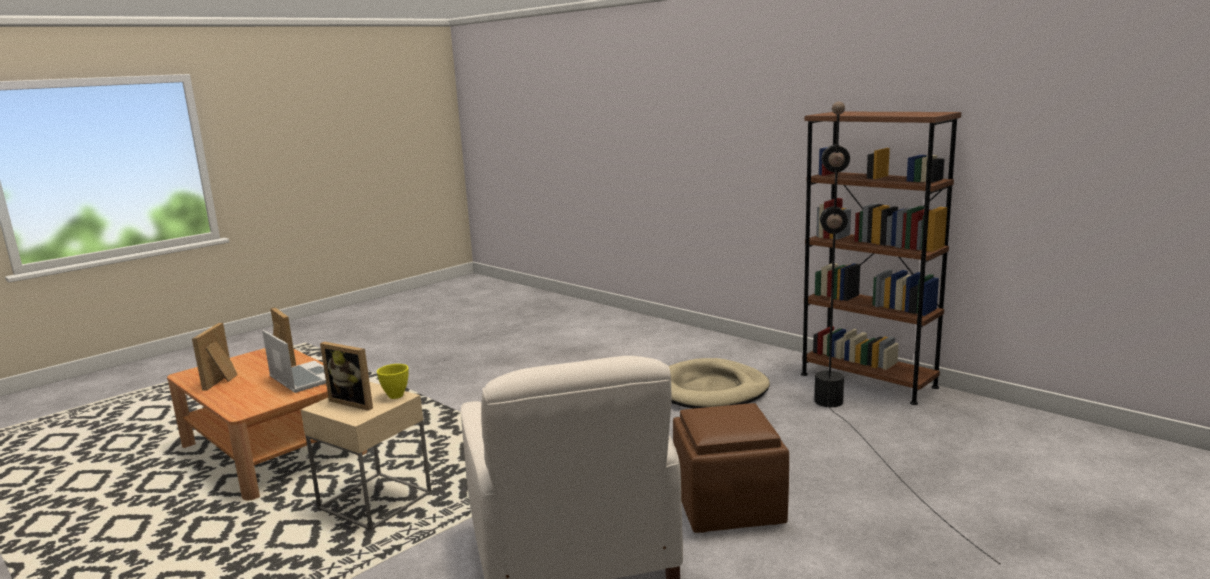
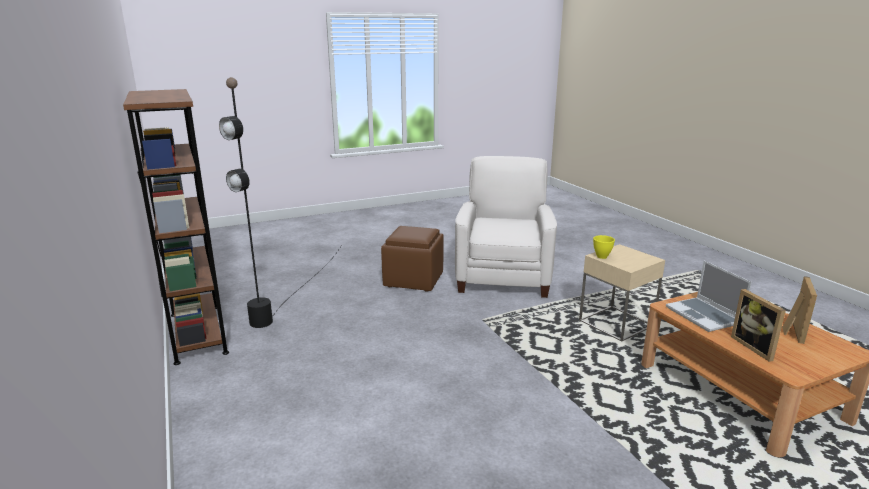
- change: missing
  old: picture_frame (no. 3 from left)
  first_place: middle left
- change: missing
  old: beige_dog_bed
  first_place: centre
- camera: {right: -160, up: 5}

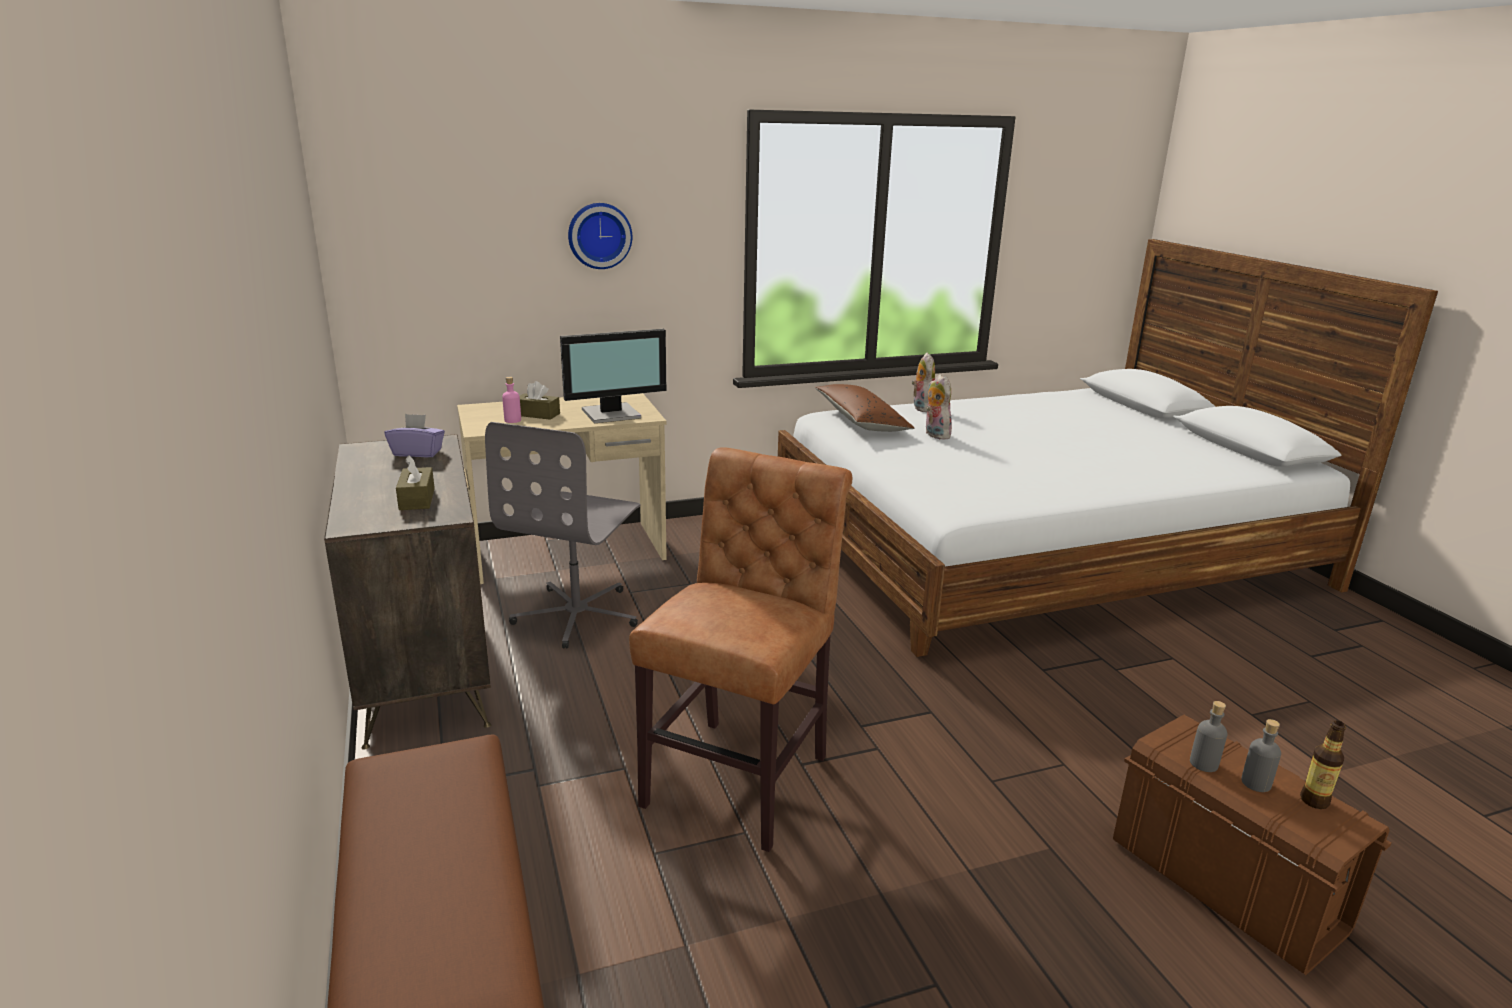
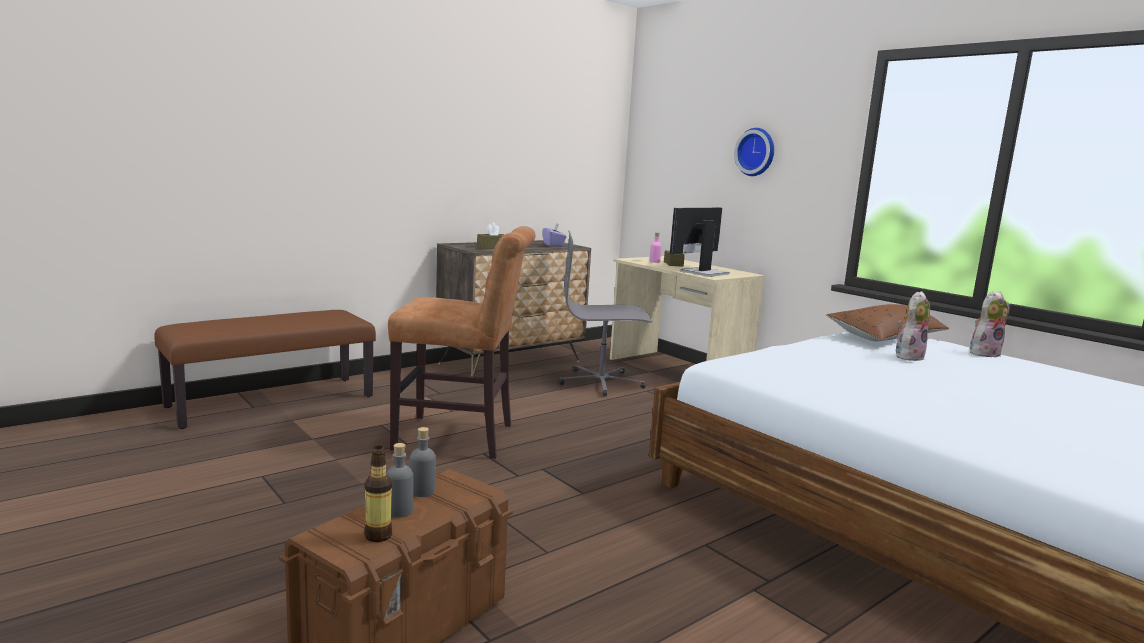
- change: spun
  old: monitor
  first_place: centre
  second_place: centre
  degrees: 90
- camera: {right: 70, up: -10}

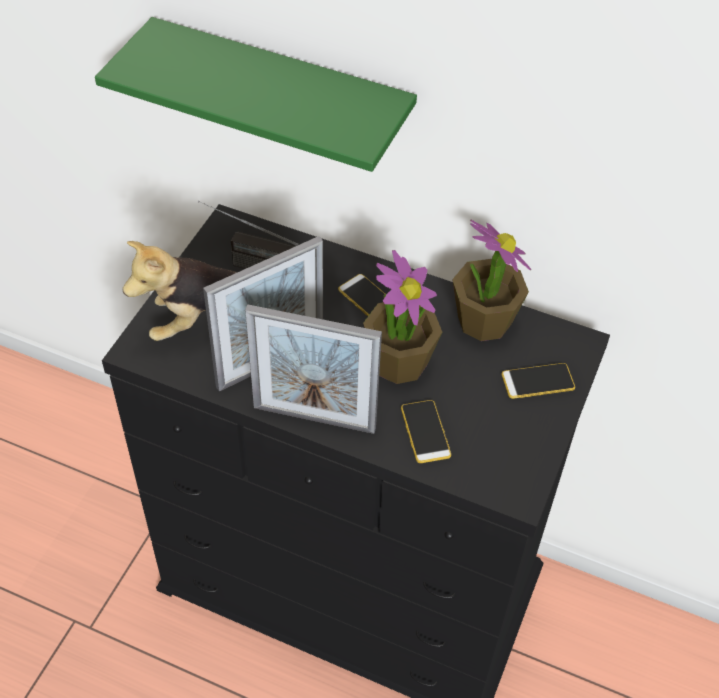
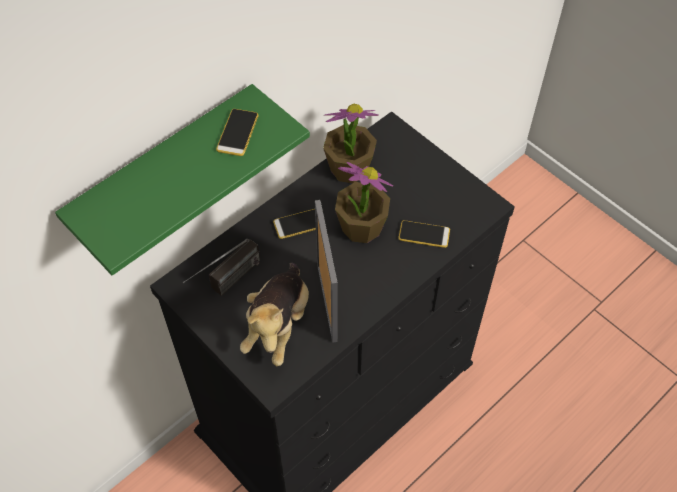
- change: missing
  old: picture_frame (no. 2 from left)
  first_place: centre
- change: relocated
  old: phone (no. 3 from left in the first image)
  new: phone (no. 1 from left)
  first_place: middle right
  second_place: top centre
- camera: {right: -65, up: 5}

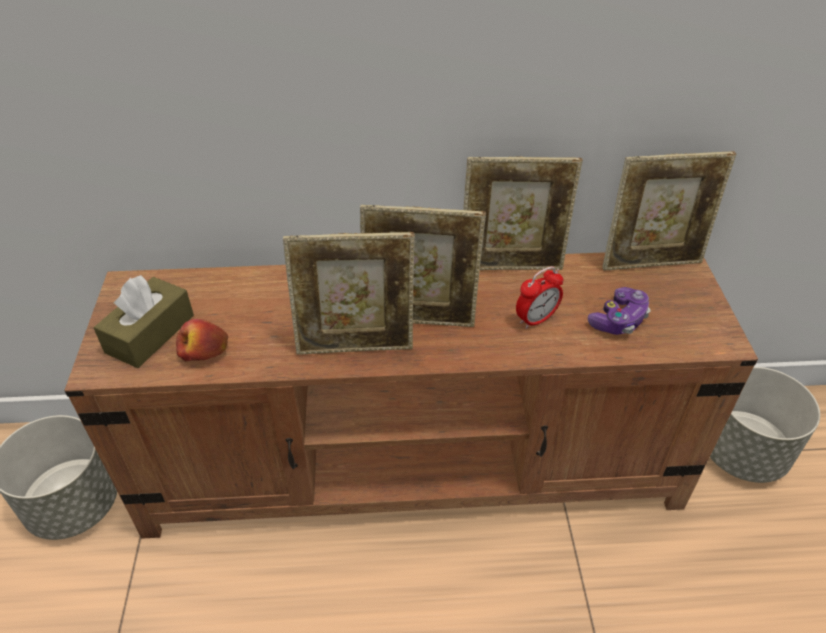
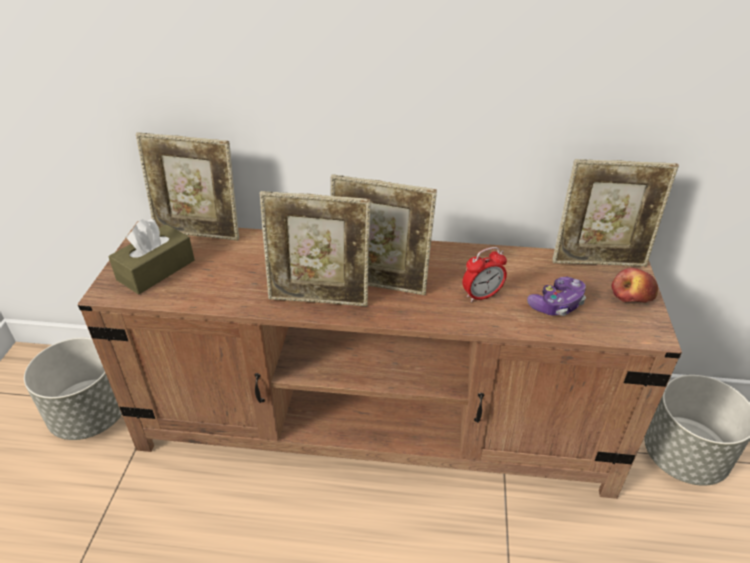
- change: relocated
  old: apple
  first_place: middle left
  second_place: middle right
- change: relocated
  old: picture_frame (no. 3 from left in the first image)
  new: picture_frame (no. 1 from left)
  first_place: centre
  second_place: top left
- camera: {right: 10, up: -5}

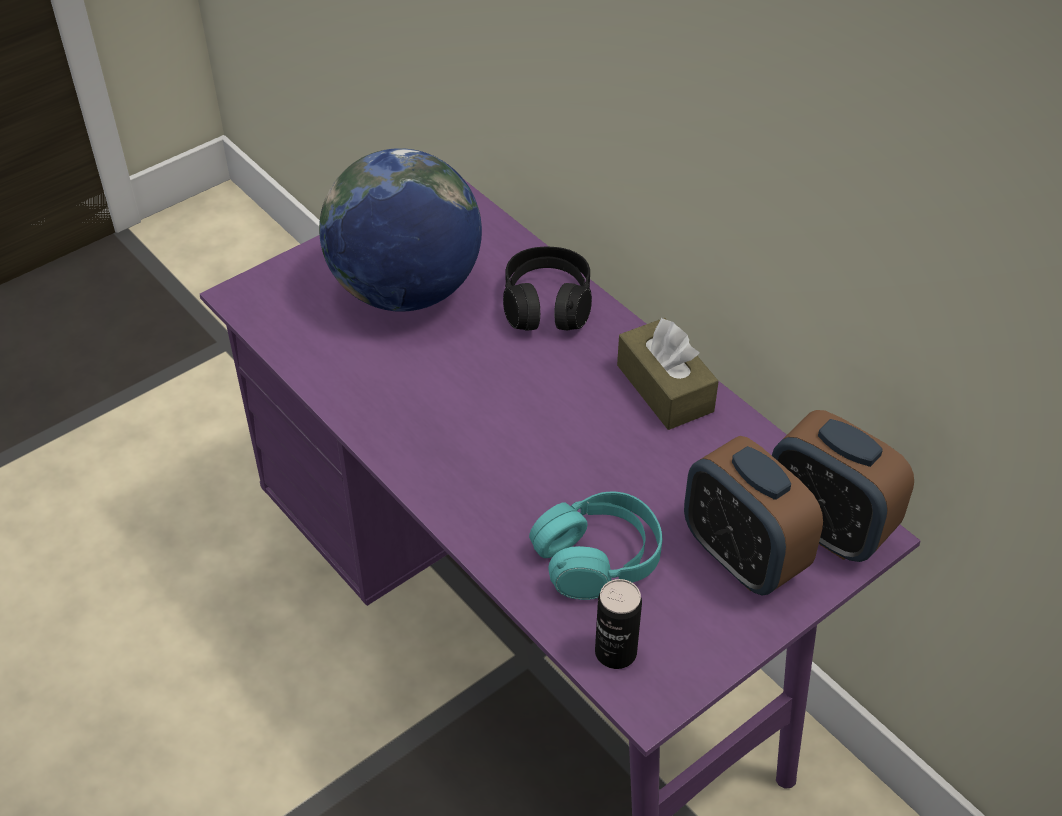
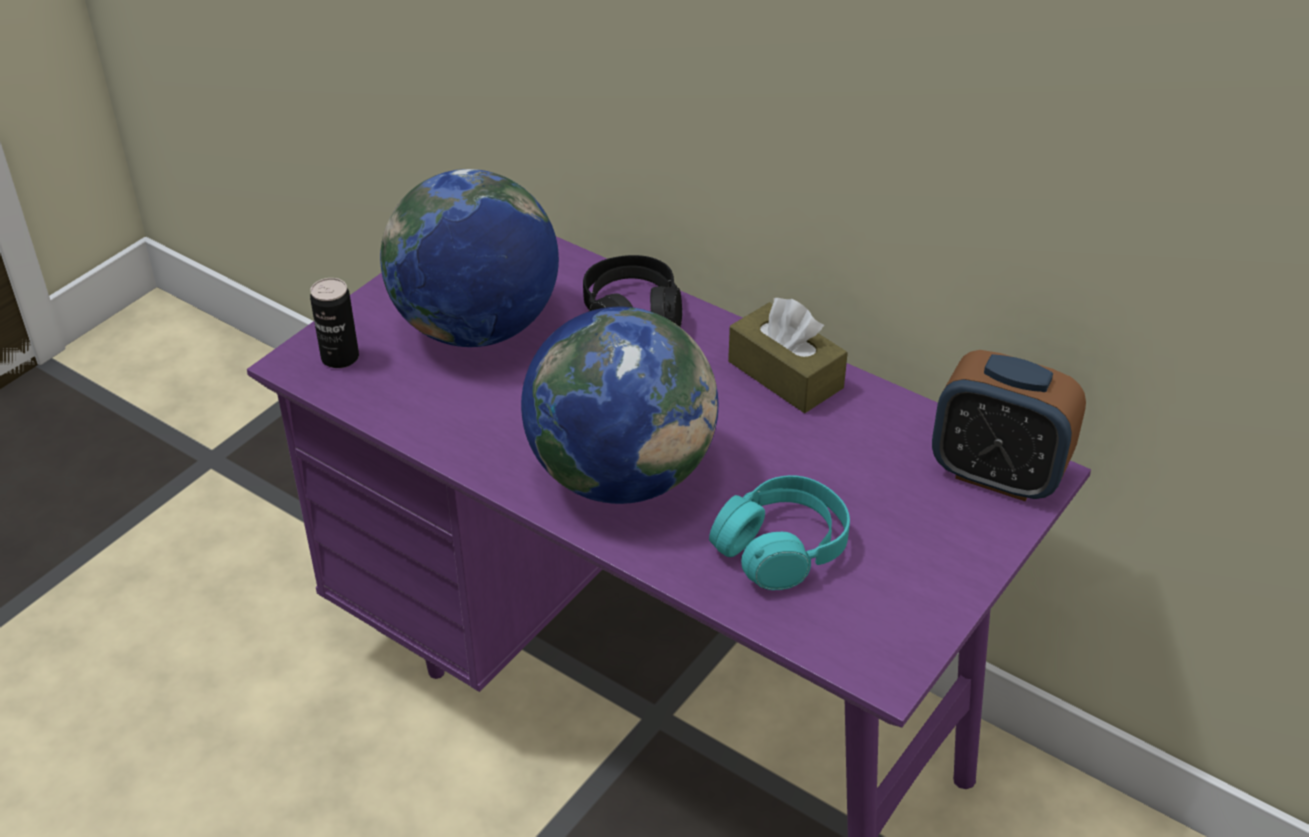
- change: relocated
  old: can
  first_place: bottom centre
  second_place: middle left
- change: missing
  old: alarm_clock (no. 1 from left)
  first_place: middle right
- change: appeared
  new: globe (no. 2 from left)
  second_place: centre
- camera: {right: -15, up: -5}

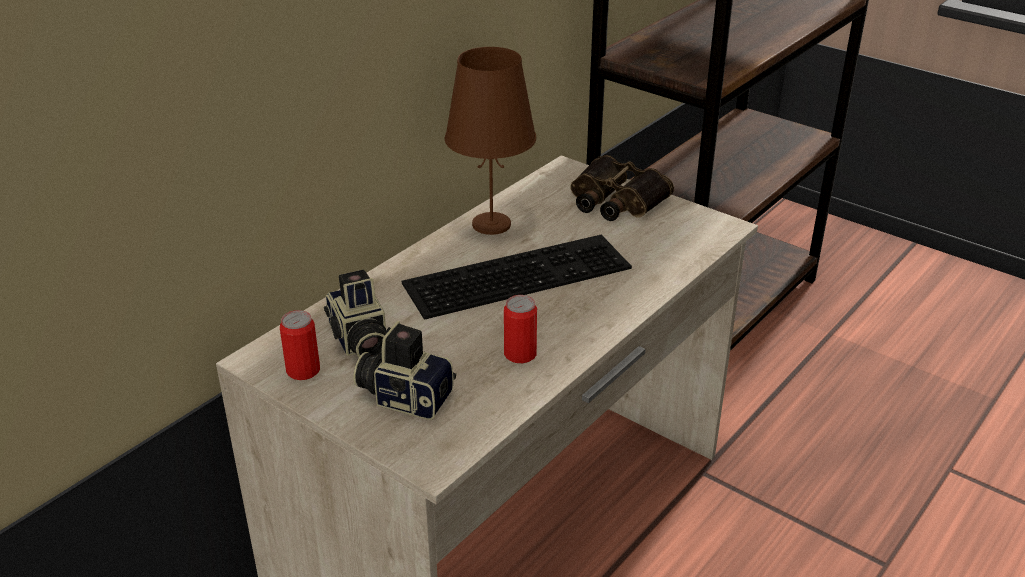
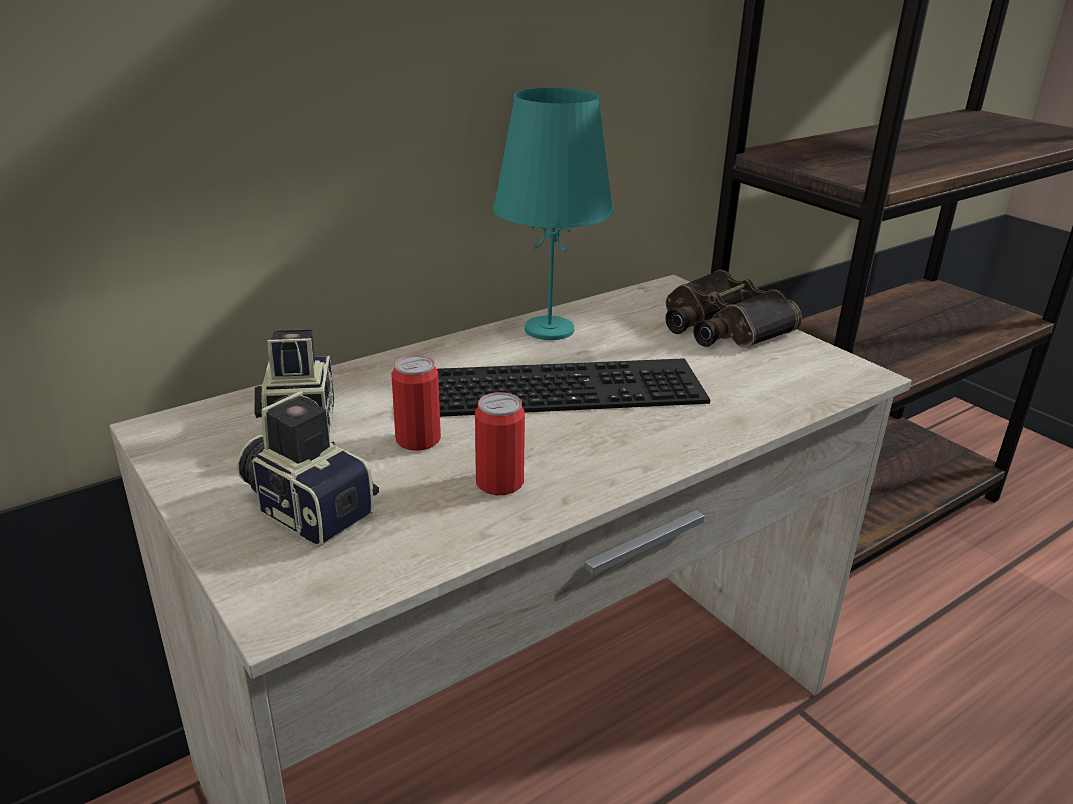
- change: relocated
  old: can (no. 1 from left)
  first_place: middle left
  second_place: centre
- change: colour
  old: brown_table_lamp
  new: turquoise_table_lamp
  first_place: top centre
  second_place: top centre
- camera: {right: 15, up: -5}

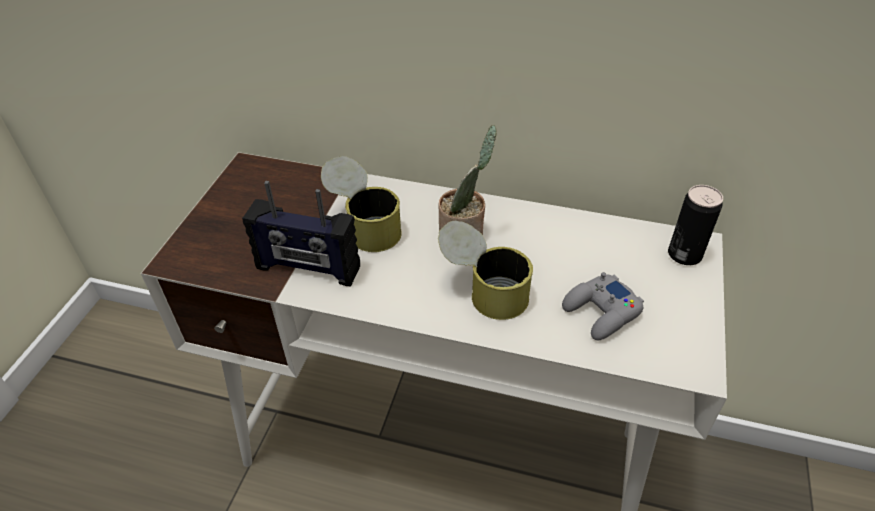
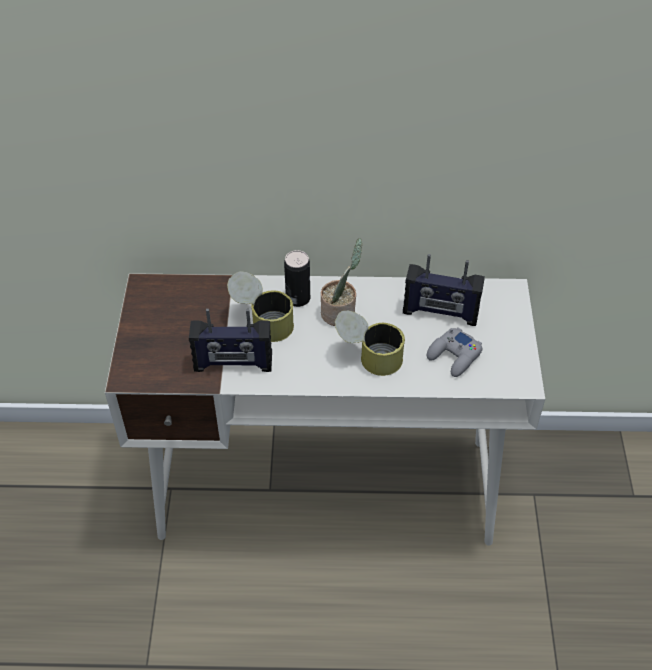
- change: relocated
  old: can (no. 3 from left in the first image)
  new: can (no. 2 from left)
  first_place: middle right
  second_place: centre
- change: appeared
  new: radio (no. 2 from left)
  second_place: middle right
- camera: {right: -15, up: 5}

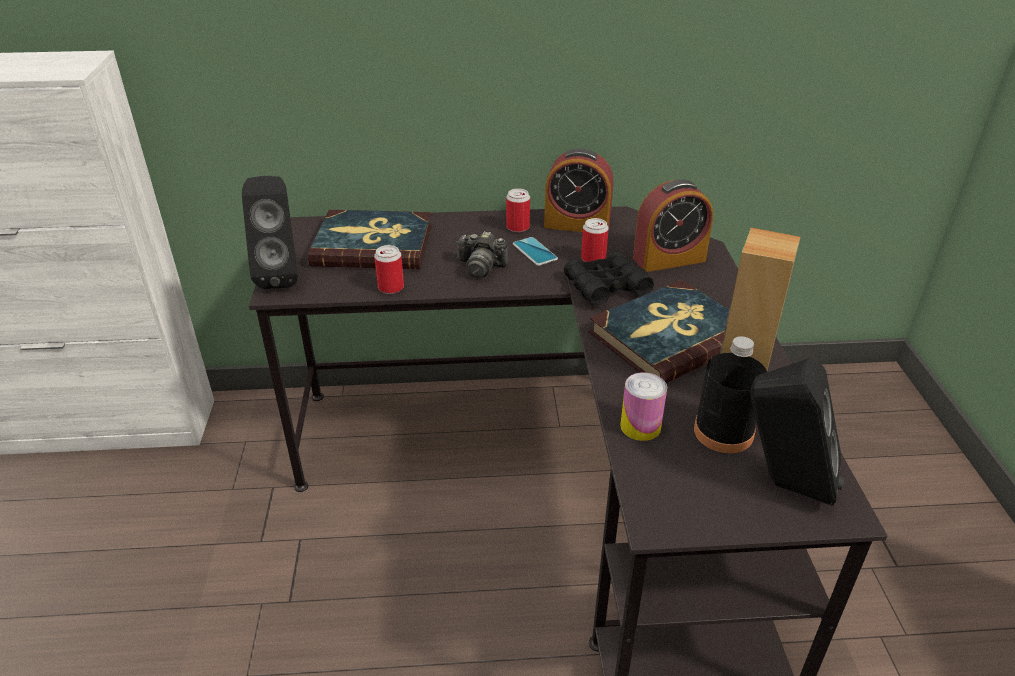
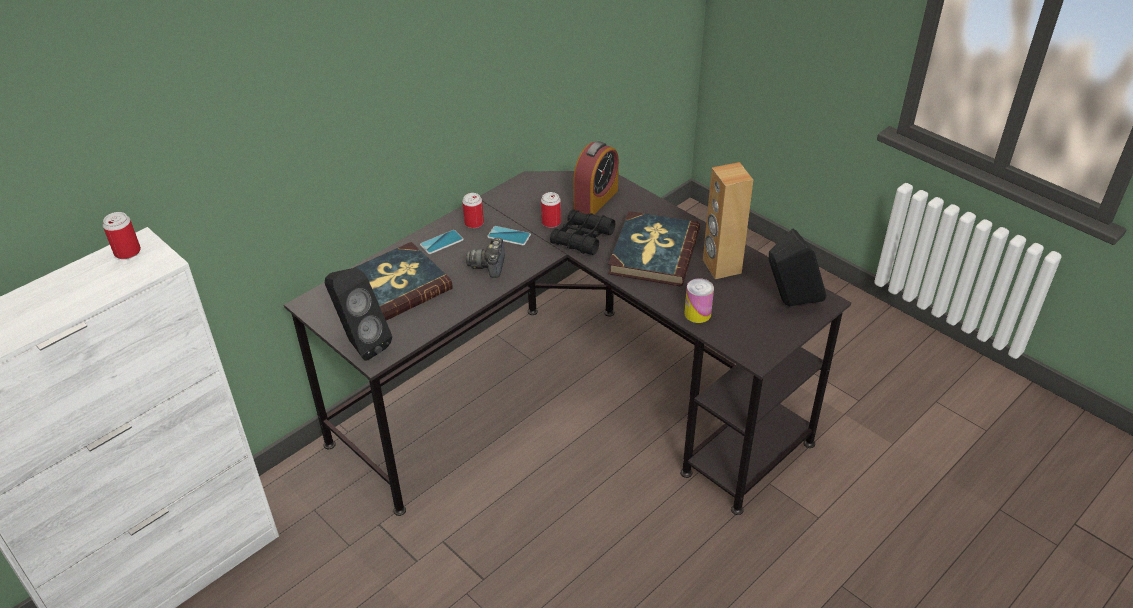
- change: relocated
  old: can (no. 1 from left)
  first_place: centre
  second_place: middle left
- change: spun
  old: photo_camera
  first_place: centre
  second_place: centre
  degrees: 120
- change: missing
  old: alarm_clock (no. 1 from left)
  first_place: top centre
- change: missing
  old: black_bottle
  first_place: middle right
- change: appeared
  new: phone (no. 1 from left)
  second_place: centre
- camera: {right: -40, up: 5}

